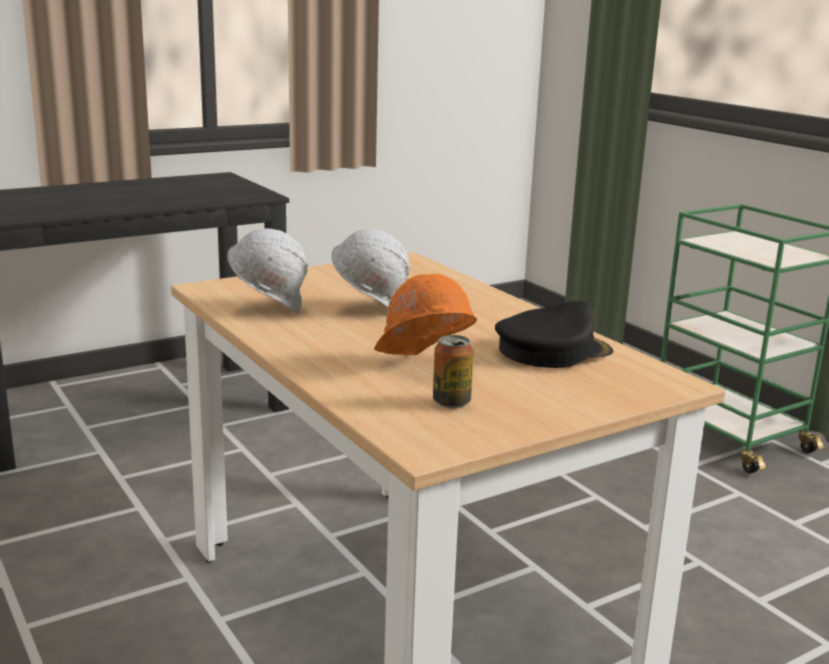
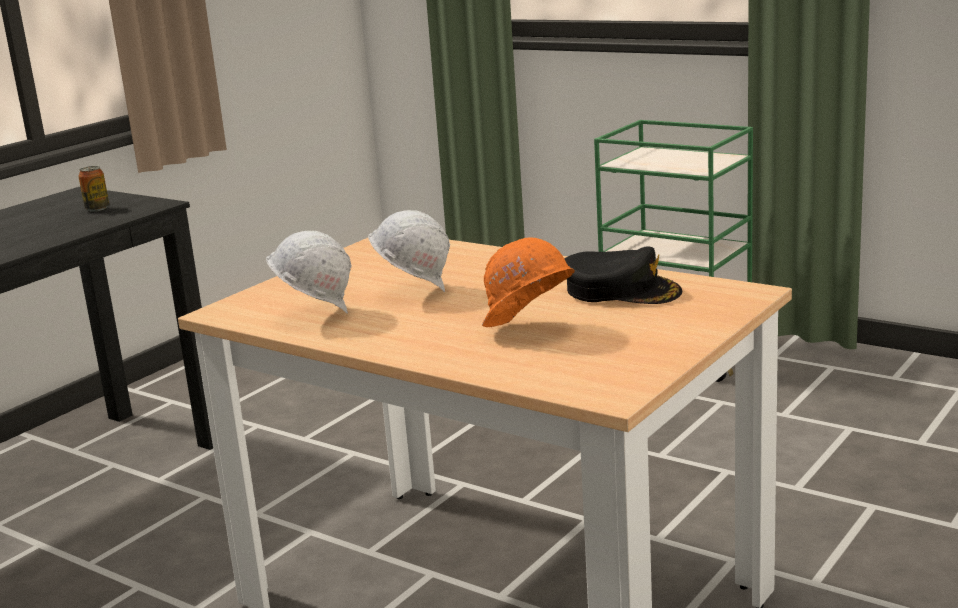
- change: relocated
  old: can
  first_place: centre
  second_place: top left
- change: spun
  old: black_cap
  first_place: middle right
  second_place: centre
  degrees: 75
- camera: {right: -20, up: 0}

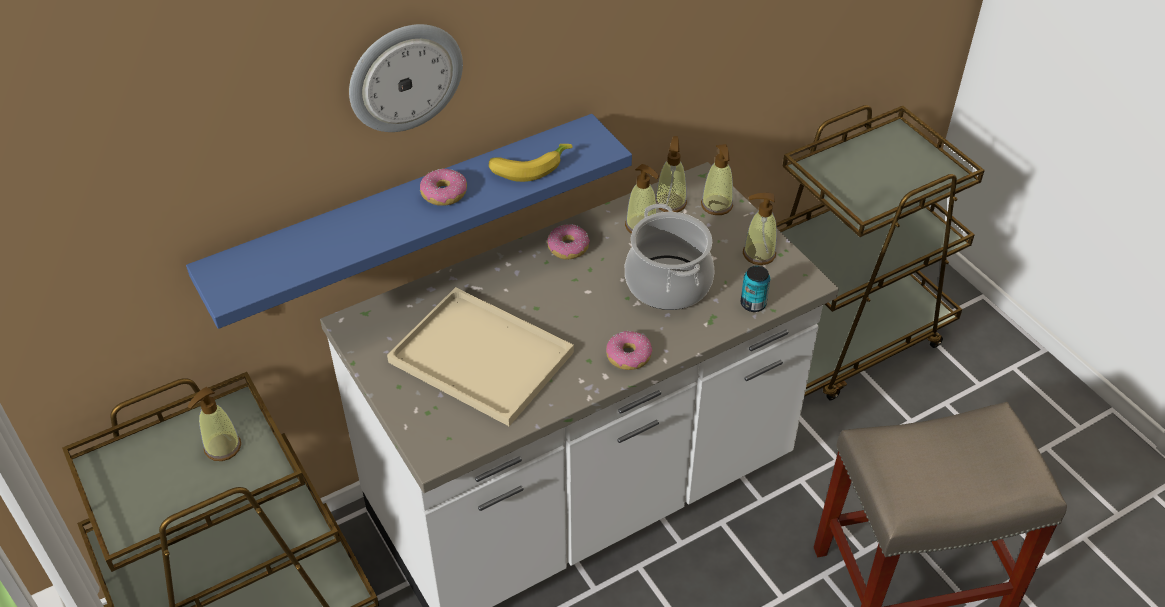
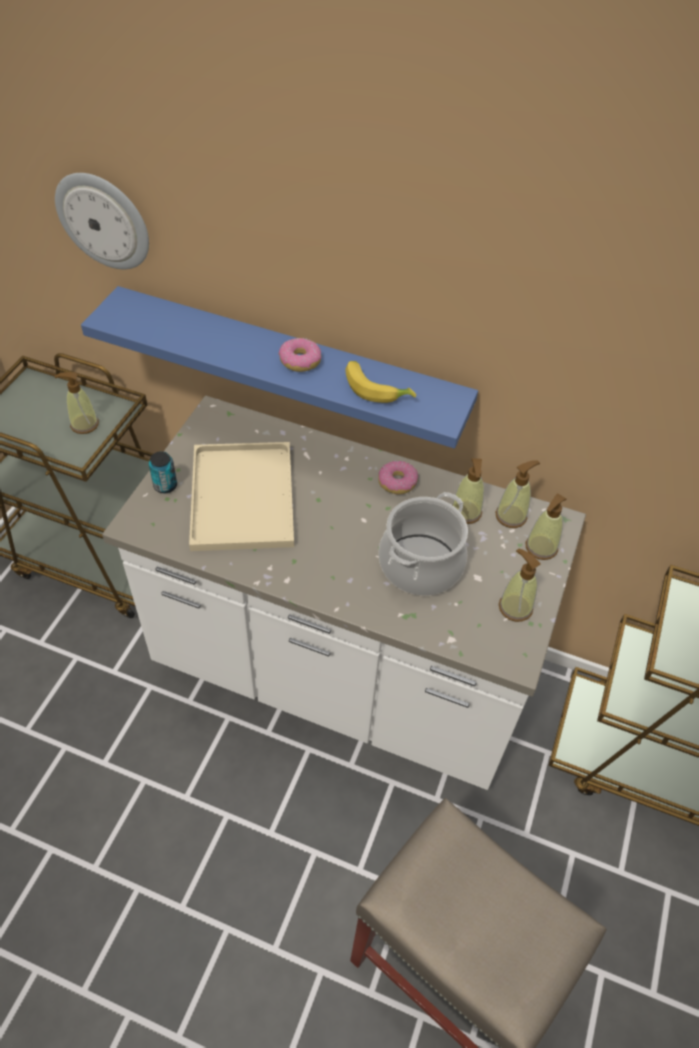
- change: relocated
  old: wall_clock
  first_place: top centre
  second_place: top left
- change: missing
  old: donut (no. 3 from left)
  first_place: centre
- change: relocated
  old: can
  first_place: centre
  second_place: middle left
- camera: {right: 50, up: 5}

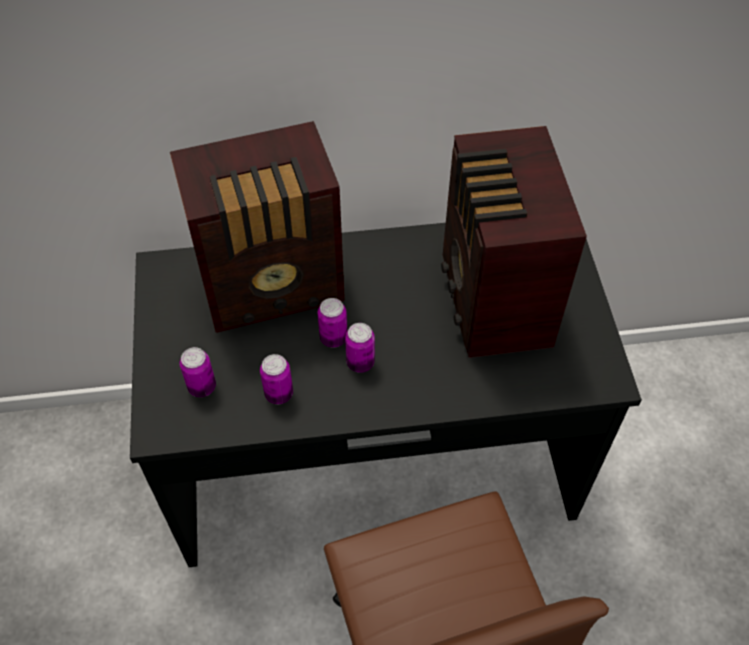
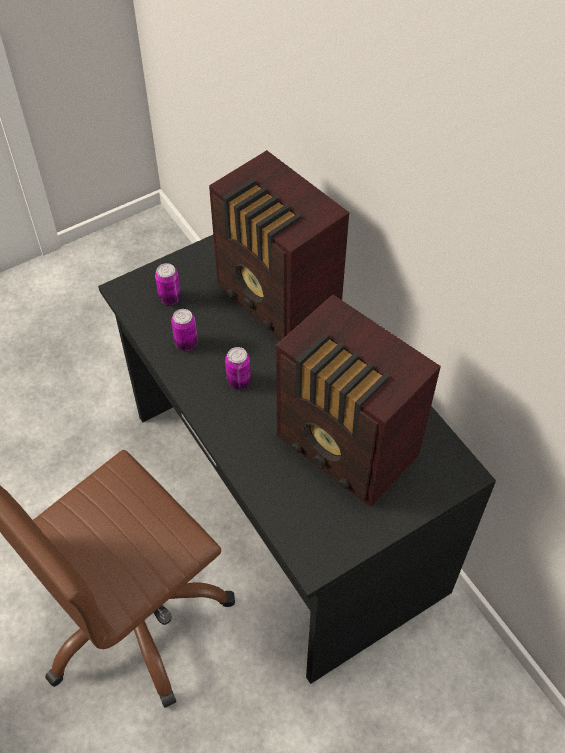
- change: missing
  old: can (no. 3 from left)
  first_place: centre
- change: spun
  old: radio (no. 2 from left)
  first_place: middle right
  second_place: centre
  degrees: -105
- camera: {right: 65, up: 0}

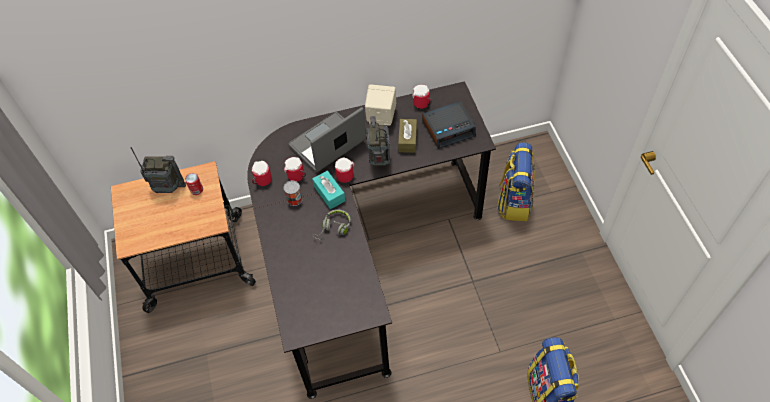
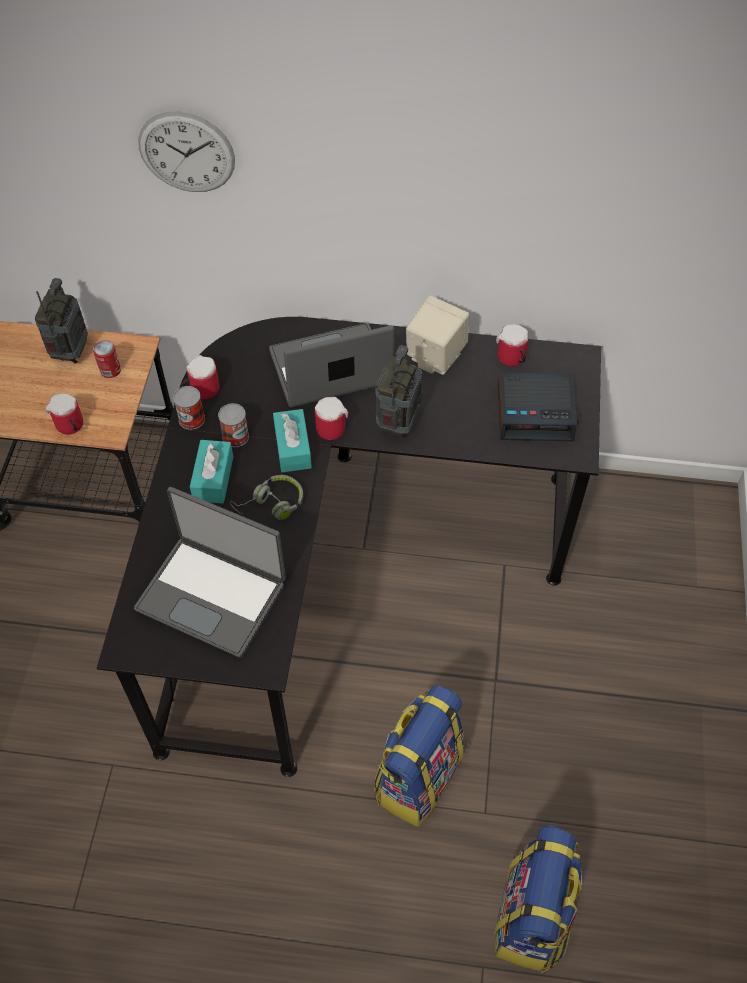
- change: spun
  old: radio (no. 1 from left)
  first_place: middle left
  second_place: top left
  degrees: -105
- change: relocated
  old: mug (no. 2 from left in the first image)
  new: mug (no. 1 from left)
  first_place: centre
  second_place: middle left
- change: missing
  old: brown_tissue_box
  first_place: centre
- change: relocated
  old: backpack (no. 1 from left)
  first_place: middle right
  second_place: bottom centre
- change: appeared
  new: laptop (no. 1 from left)
  second_place: middle left
- change: appeared
  new: wall_clock
  second_place: top left
- change: appeared
  new: can (no. 2 from left)
  second_place: middle left
- change: appeared
  new: turquoise_tissue_box (no. 1 from left)
  second_place: middle left
- camera: {right: 20, up: 0}

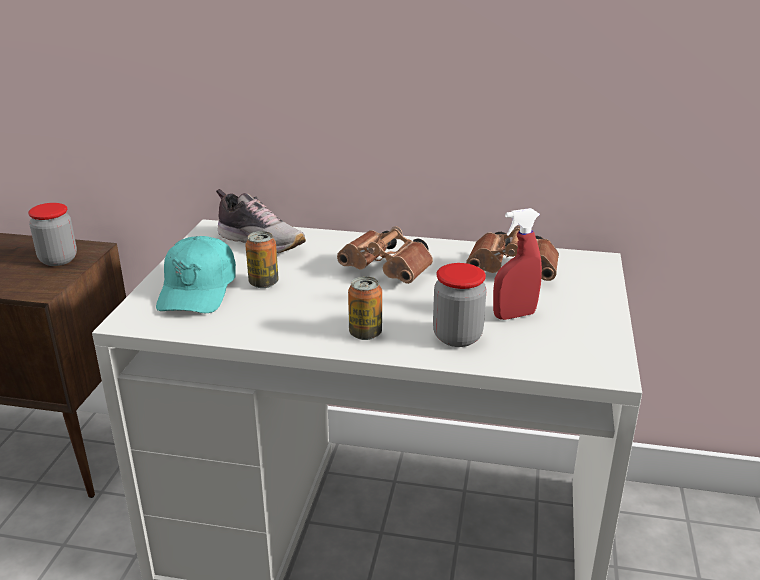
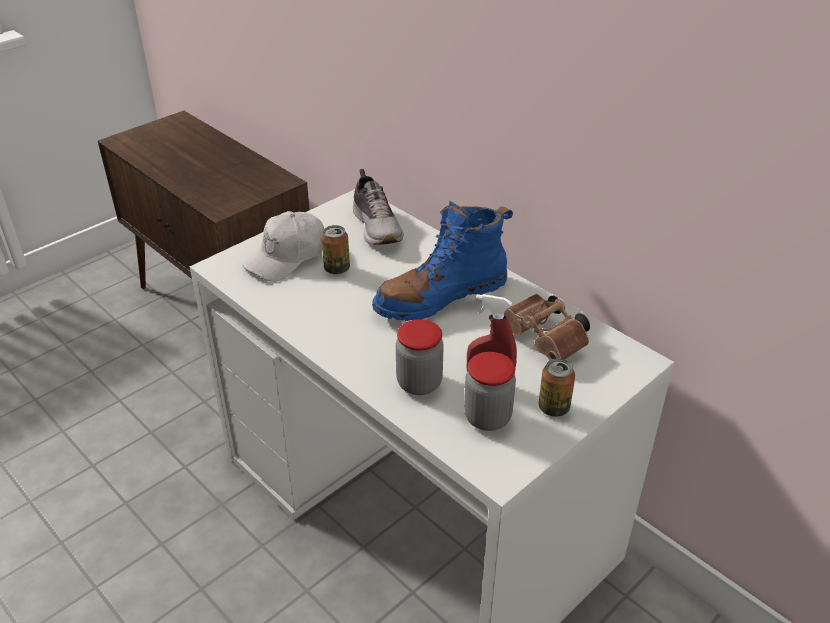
- change: relocated
  old: jar (no. 1 from left in the first image)
  new: jar (no. 2 from left)
  first_place: middle left
  second_place: centre
- change: colour
  old: turquoise_cap
  new: white_cap
  first_place: middle left
  second_place: centre
- change: exchanged
  old: brown_binoculars (no. 1 from left)
  new: blue_boot
  first_place: centre
  second_place: centre
- change: relocated
  old: can (no. 2 from left)
  first_place: centre
  second_place: middle right
- camera: {right: 35, up: 10}

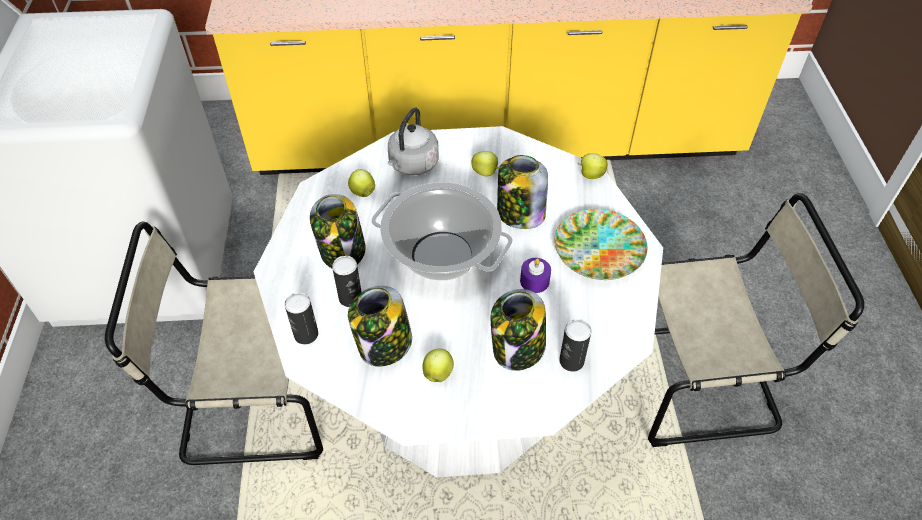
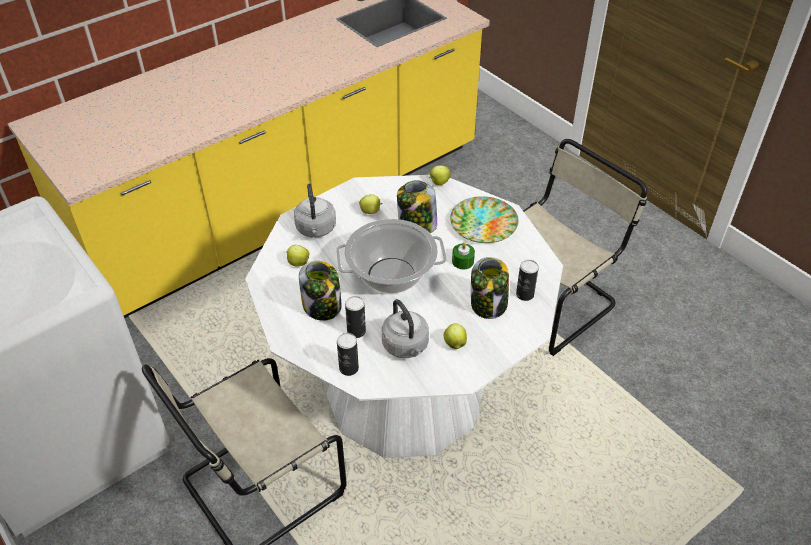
- change: exchanged
  old: jar (no. 2 from left)
  new: grey_kettle (no. 2 from left)
  first_place: centre
  second_place: centre
- change: colour
  old: purple_candle
  new: green_candle
  first_place: centre
  second_place: centre
- camera: {right: -35, up: -5}

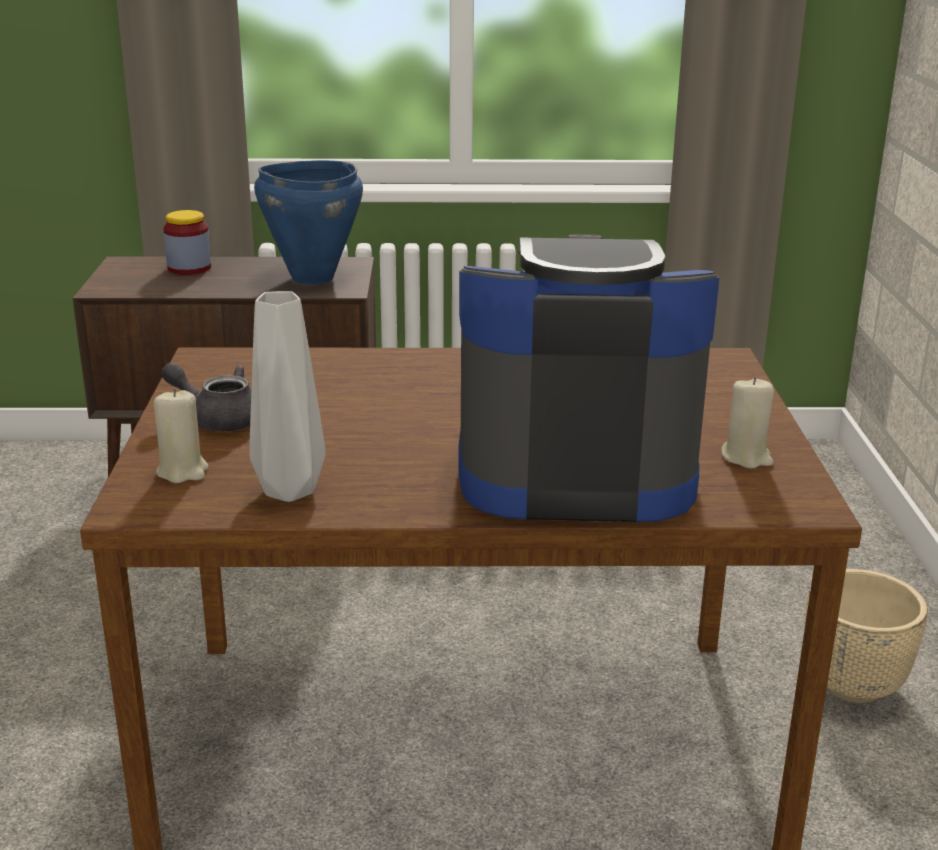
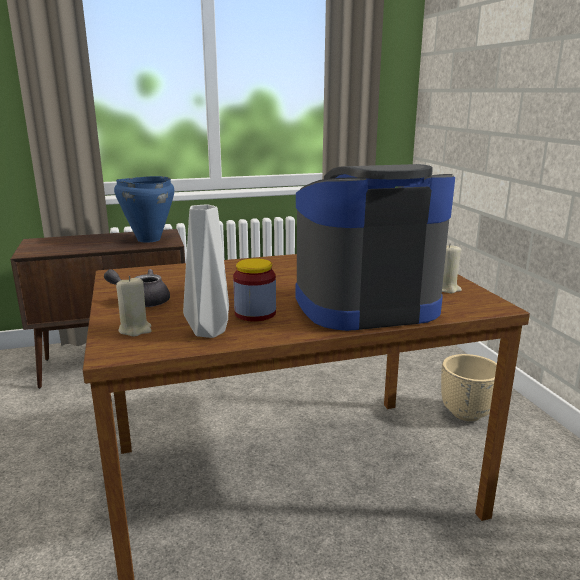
- change: relocated
  old: jar
  first_place: top left
  second_place: centre
- camera: {right: -15, up: -5}

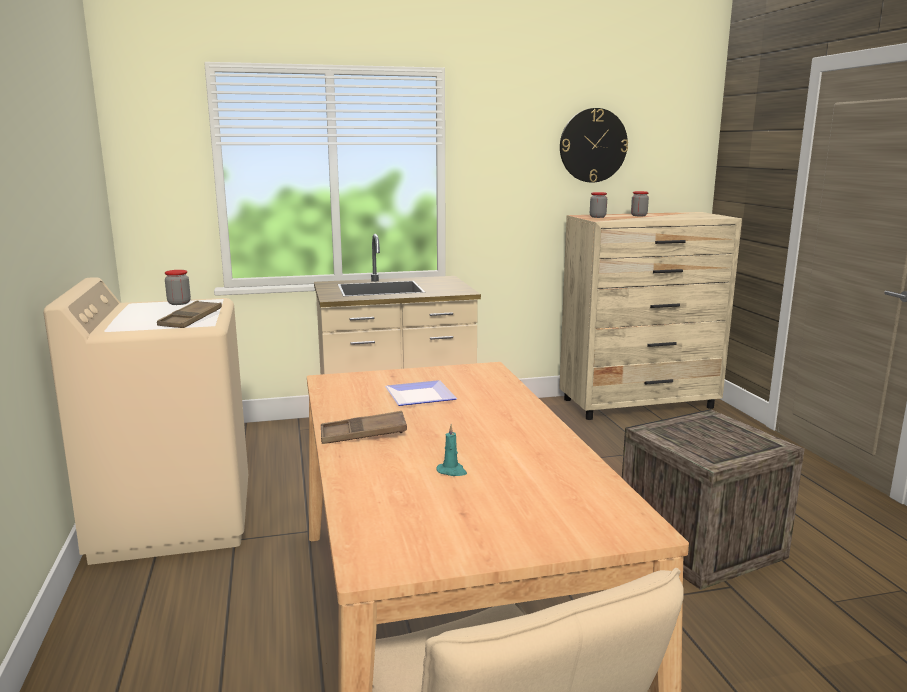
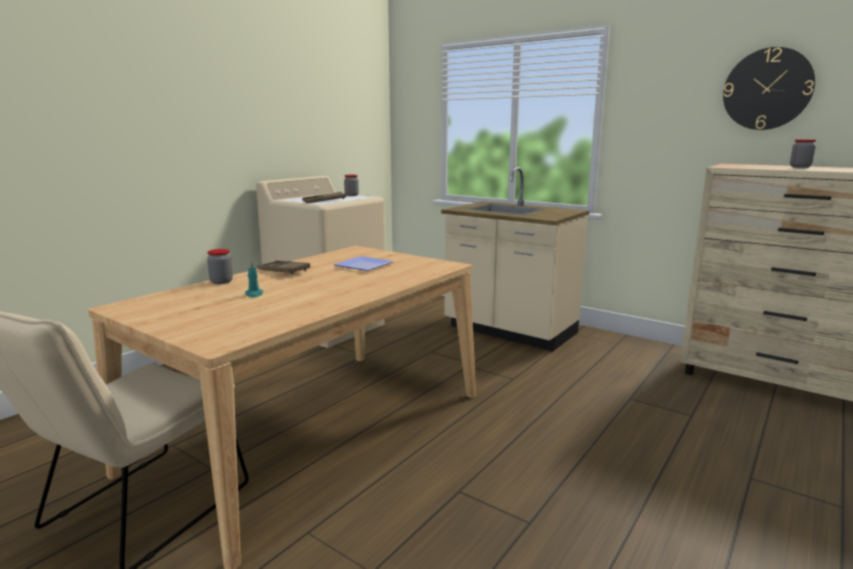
- change: relocated
  old: jar (no. 2 from left in the first image)
  new: jar (no. 1 from left)
  first_place: top centre
  second_place: middle left
- change: missing
  old: crate
  first_place: bottom right
- camera: {right: 50, up: 0}

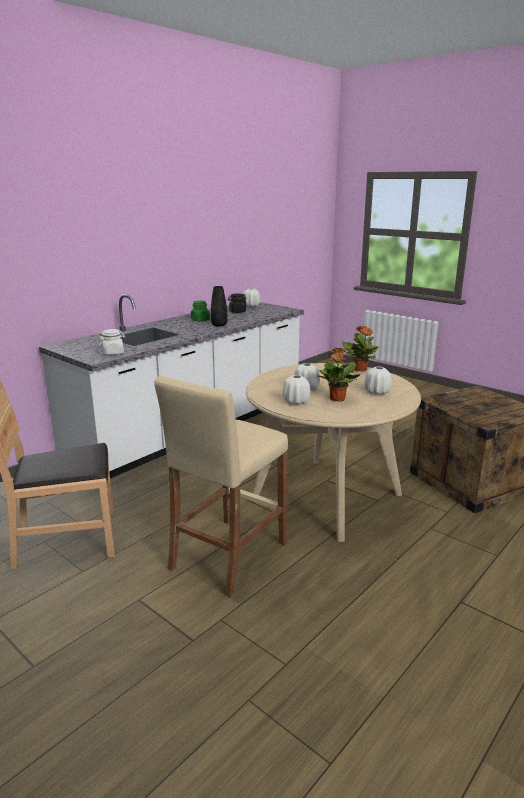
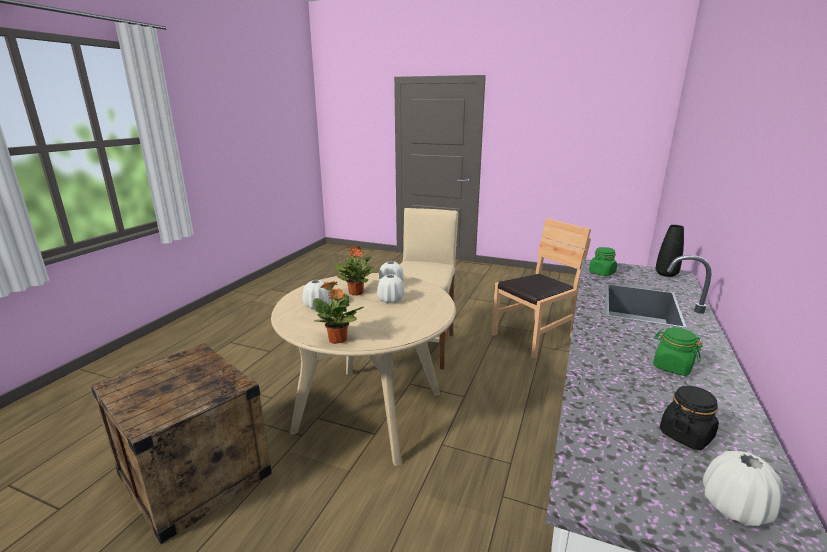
- change: colour
  old: white_jar
  new: green_jar (no. 1 from left)
  first_place: middle left
  second_place: middle right
- change: relocated
  old: black_vase
  first_place: centre
  second_place: middle right
- camera: {right: 160, up: 0}

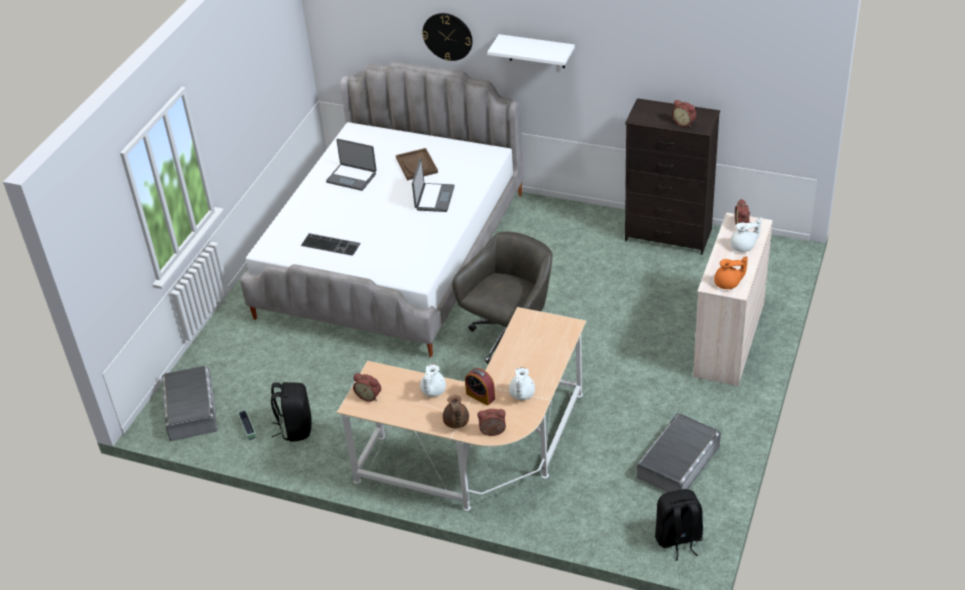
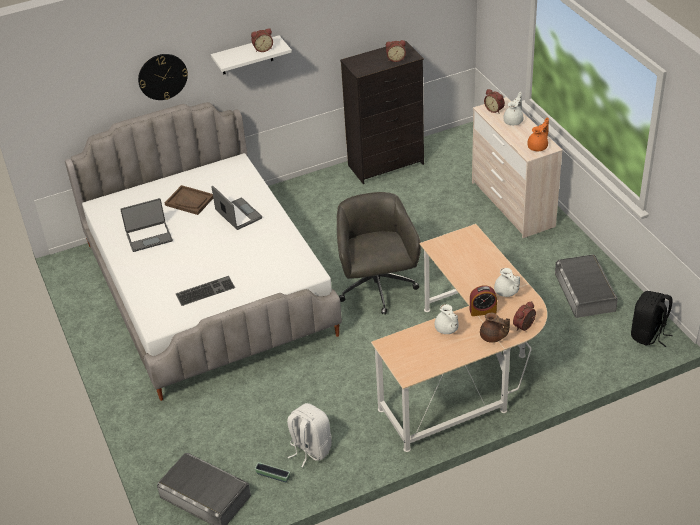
- change: colour
  old: black_backpack (no. 1 from left)
  new: white_backpack
  first_place: bottom left
  second_place: bottom centre
- change: relocated
  old: alarm_clock (no. 1 from left)
  first_place: centre
  second_place: top centre
- camera: {right: -45, up: 0}

